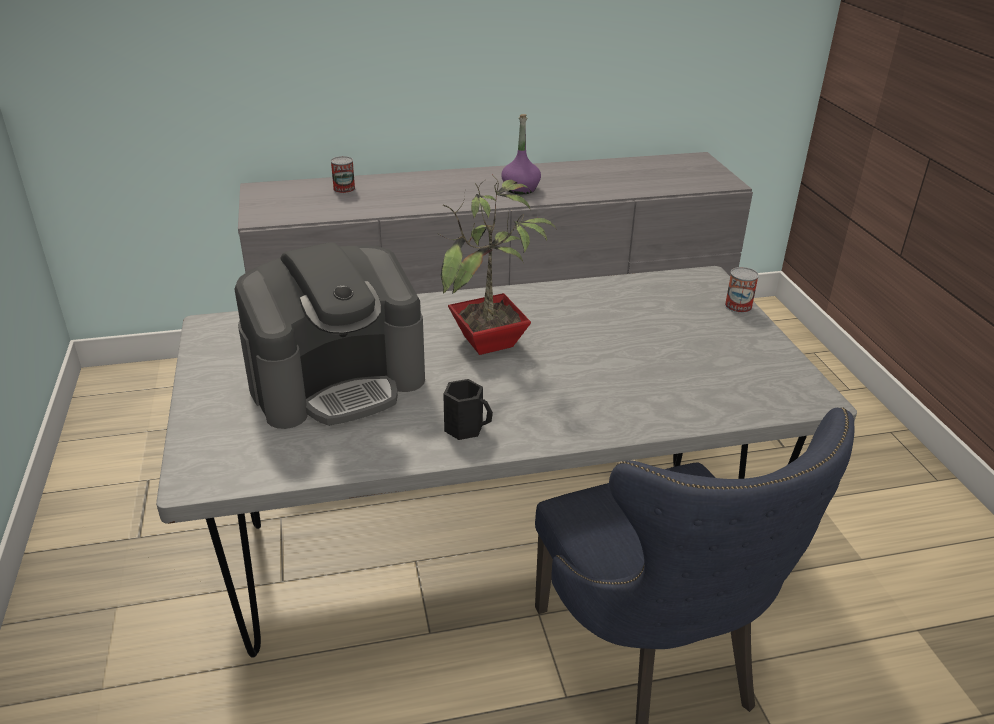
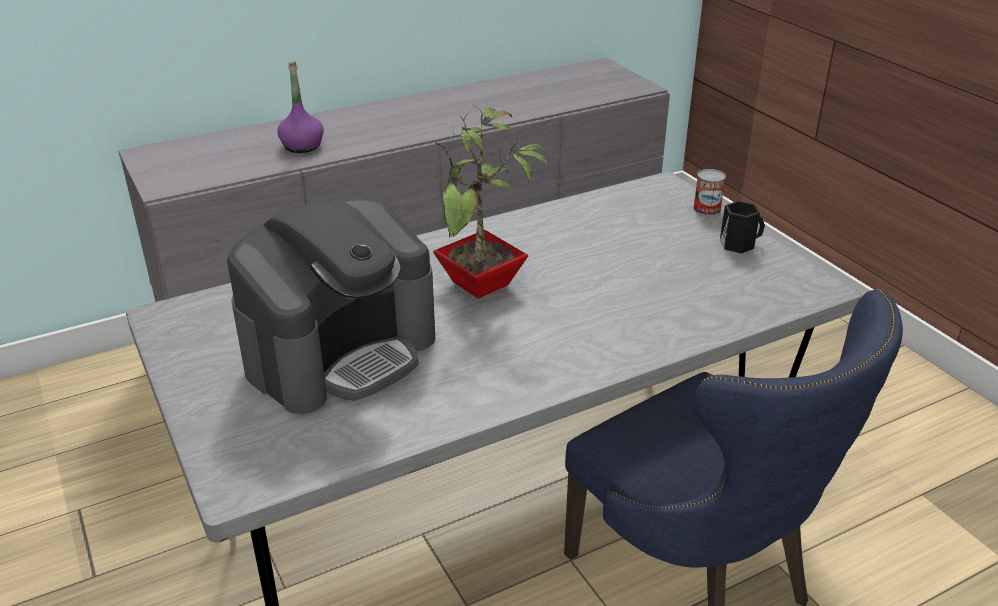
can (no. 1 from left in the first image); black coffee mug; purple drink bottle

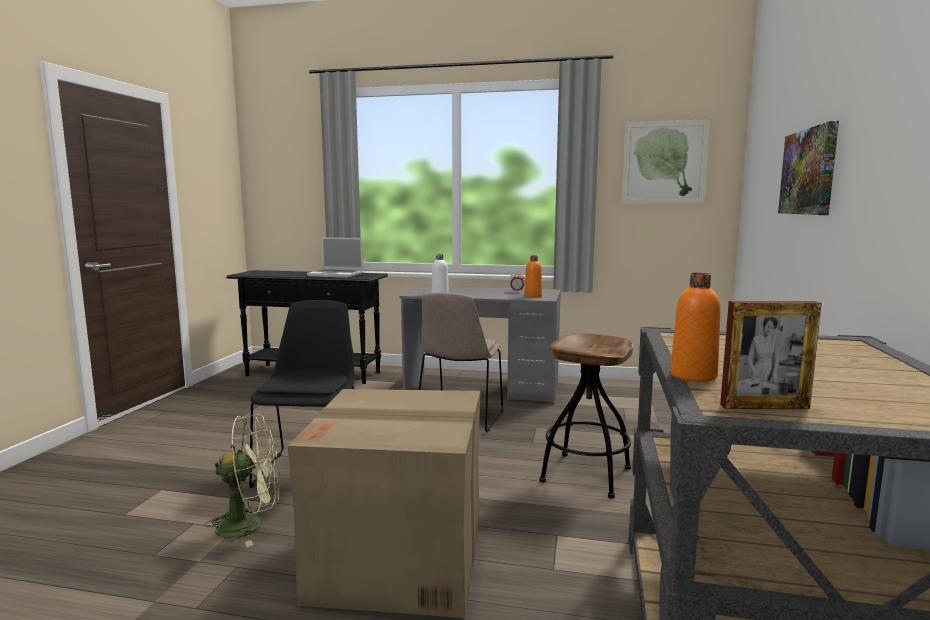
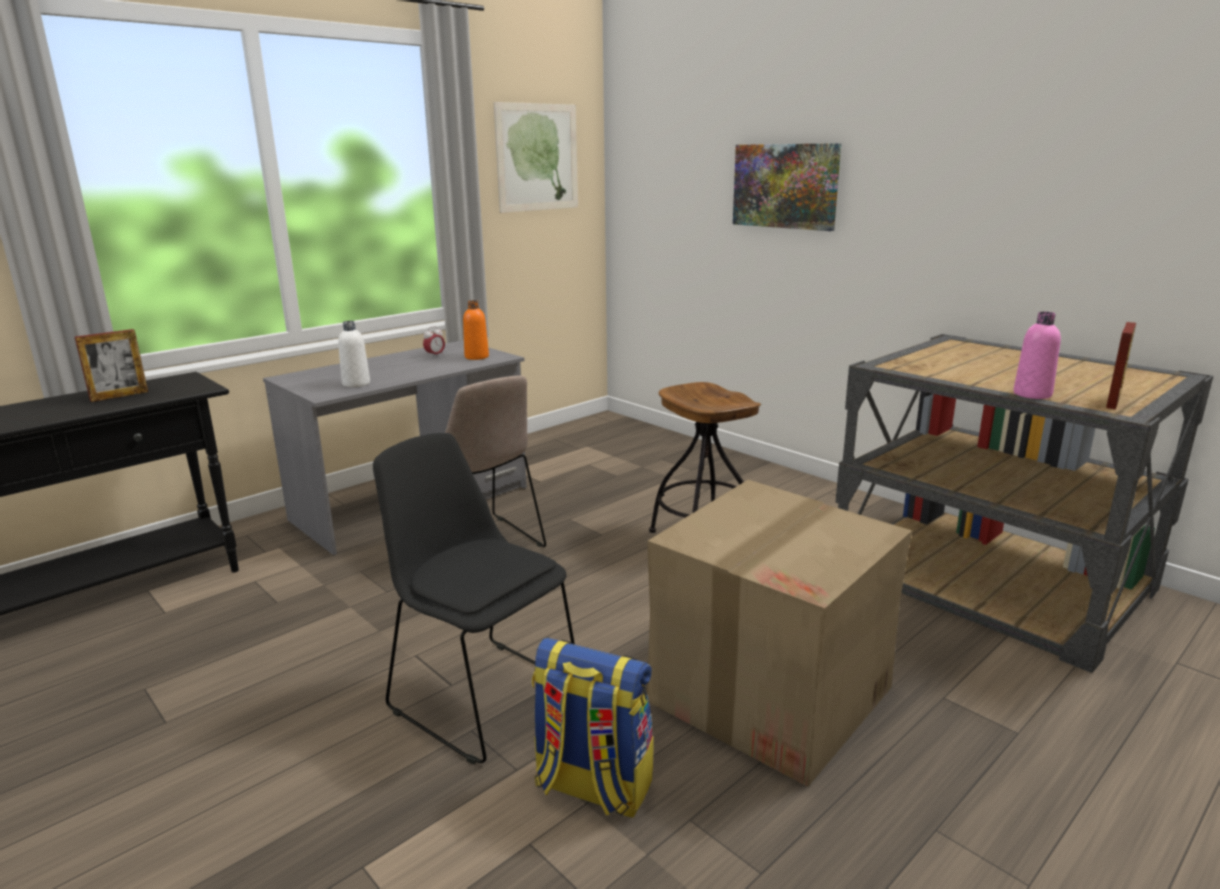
backpack; standing frame (no. 1 from left); pink drink bottle

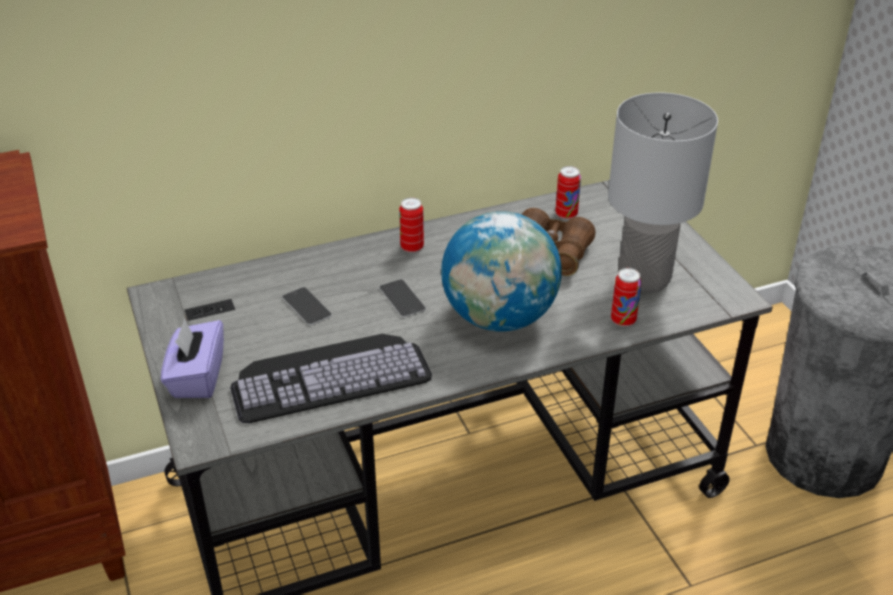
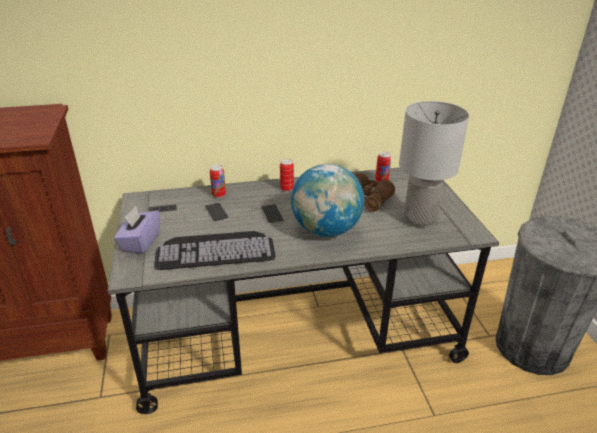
can (no. 1 from left)

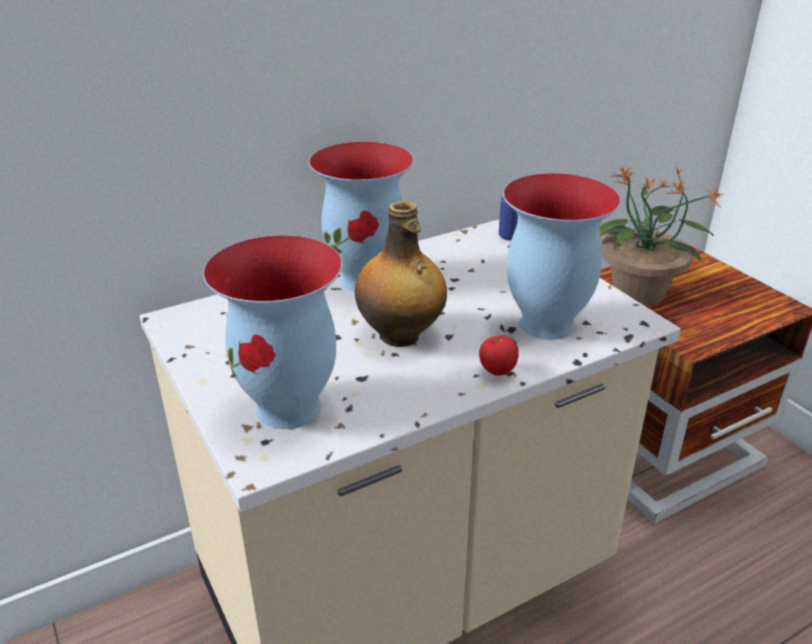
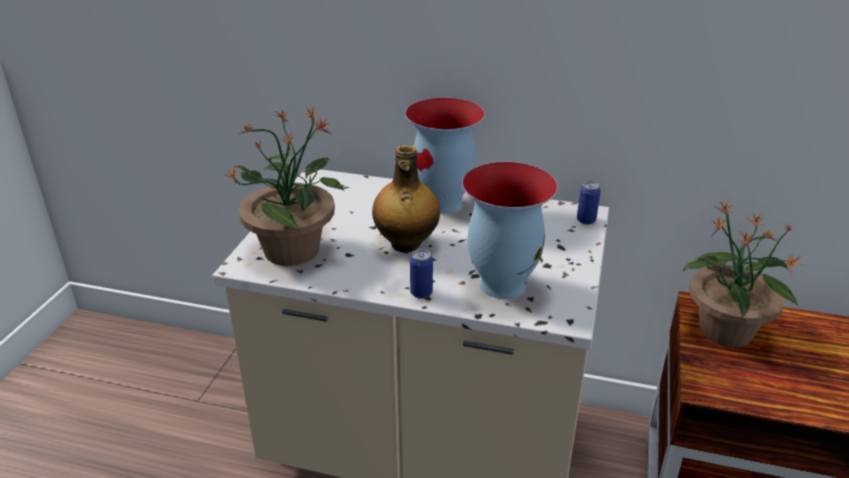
houseplant (no. 1 from left); can (no. 1 from left)

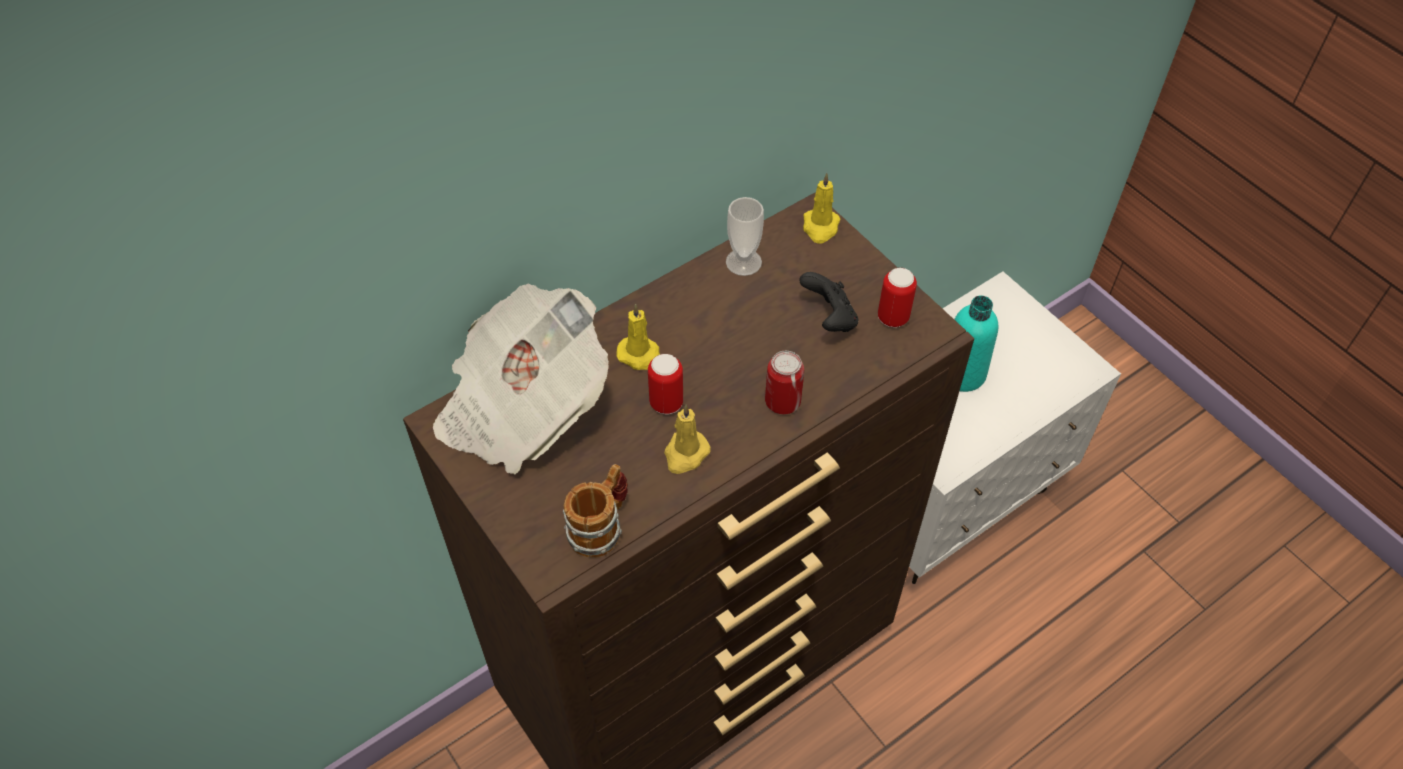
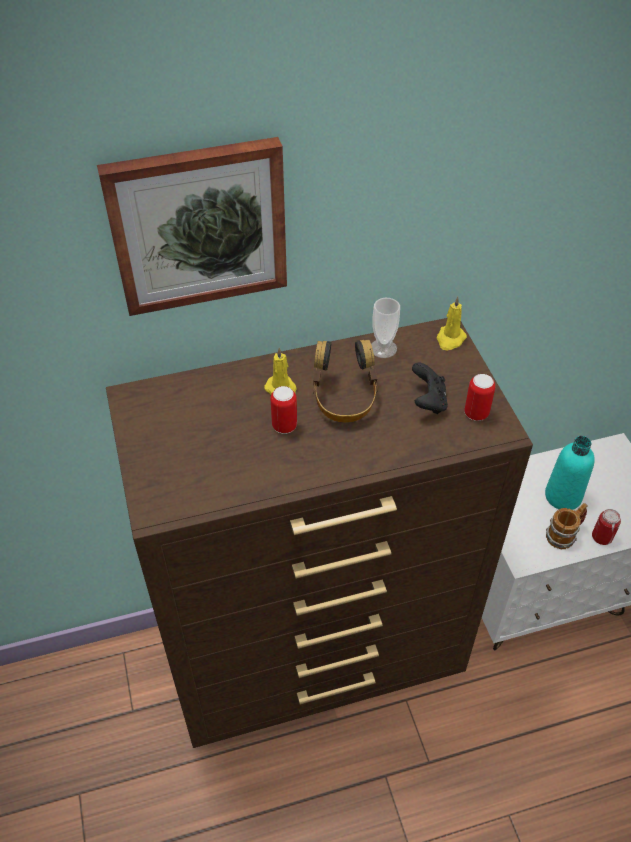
newspaper; coffee mug; yellow-coloured wax light (no. 2 from left in the first image); can (no. 3 from left); picture; headphones

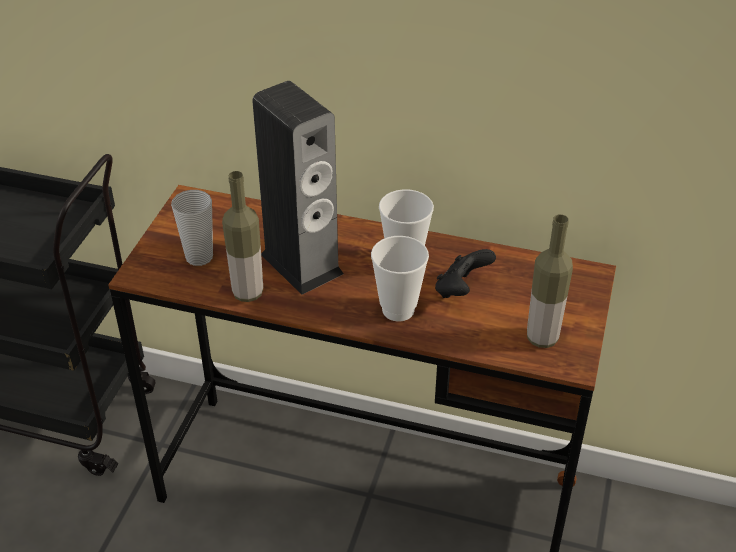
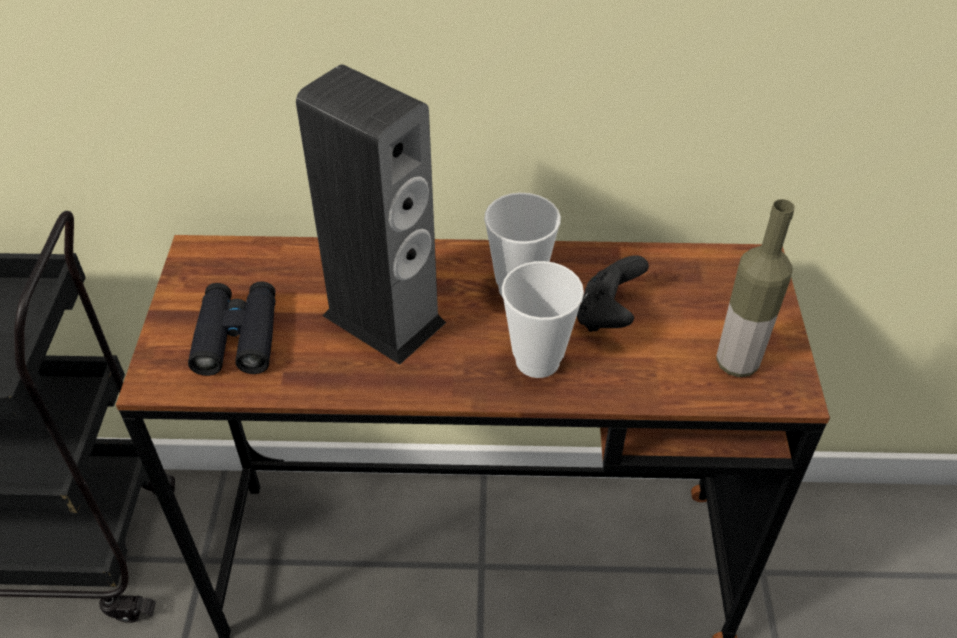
black pair of binoculars; drink bottle (no. 1 from left in the first image)

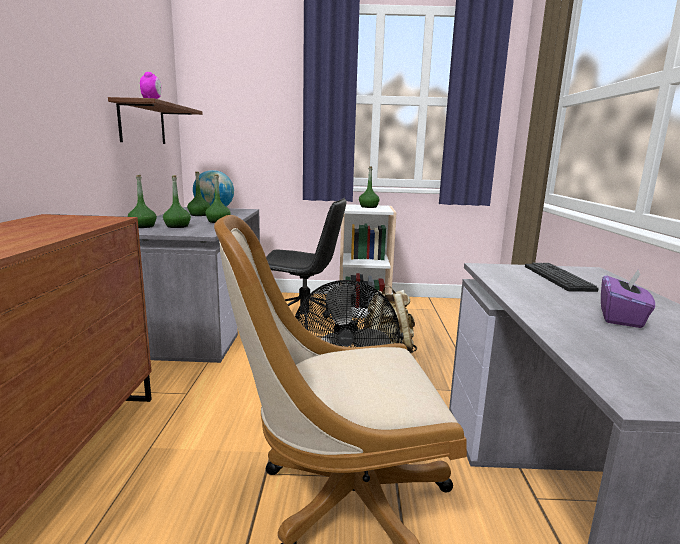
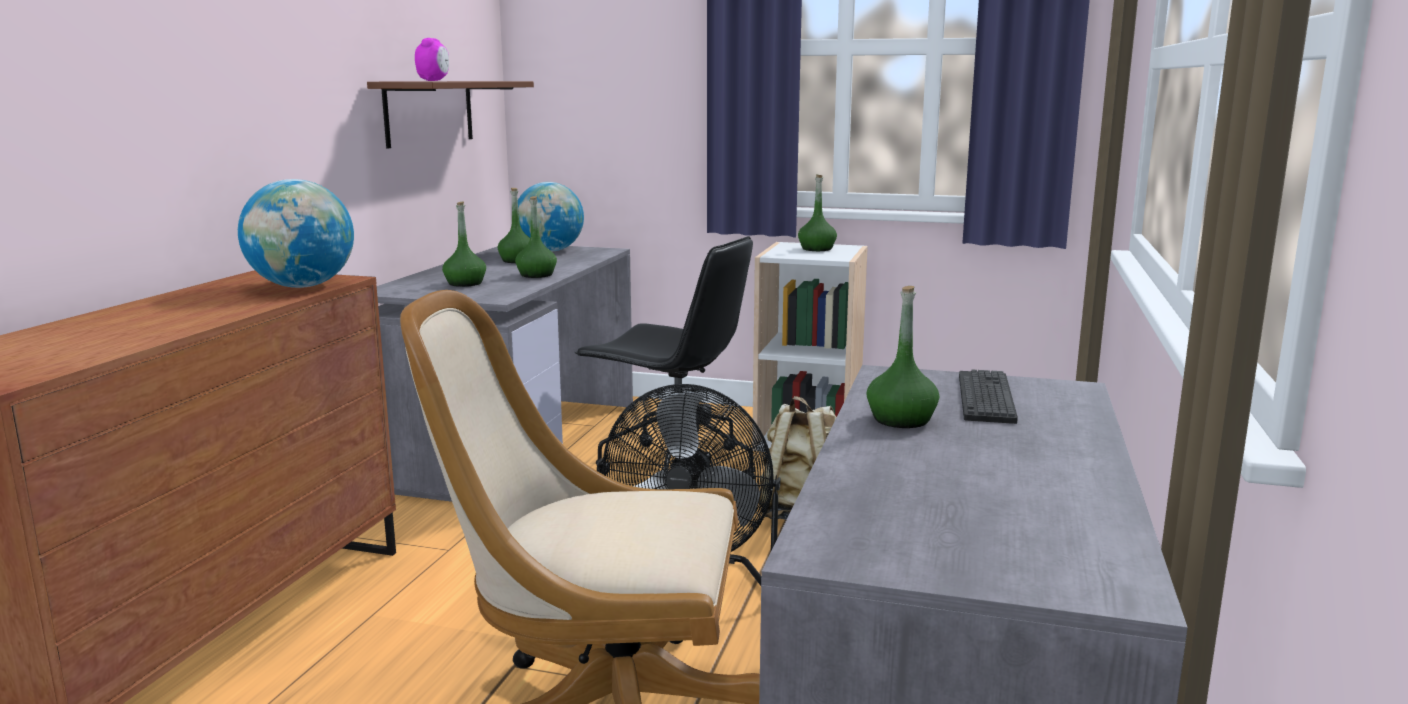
green-coloured drink bottle (no. 5 from left); purple tissue holder; globe (no. 1 from left)

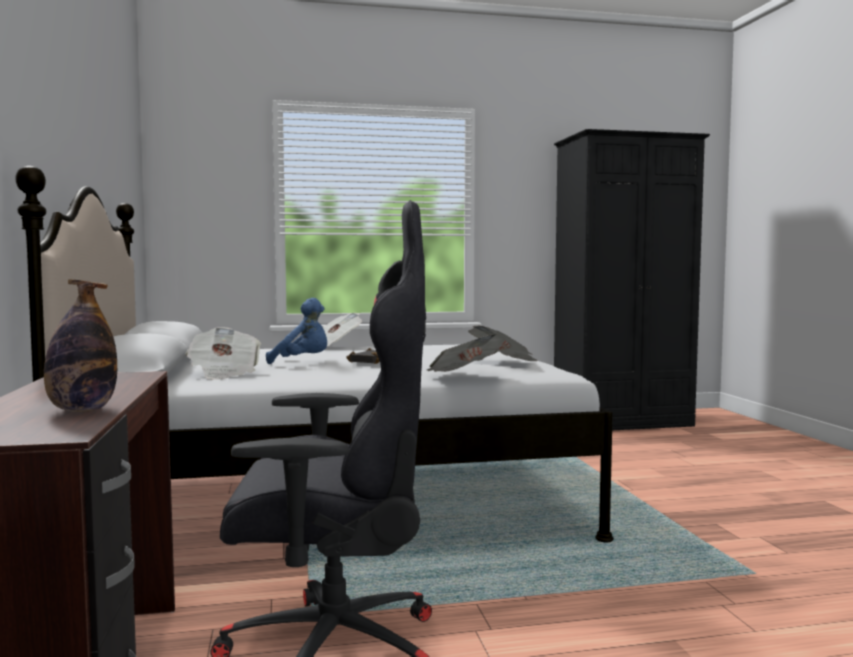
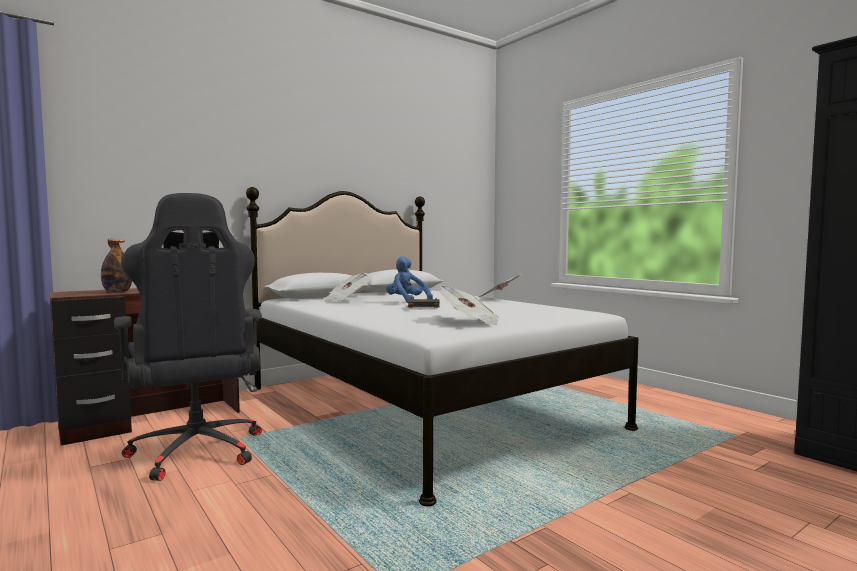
blue-coloured cuddly toy; newspaper (no. 3 from left in the first image)

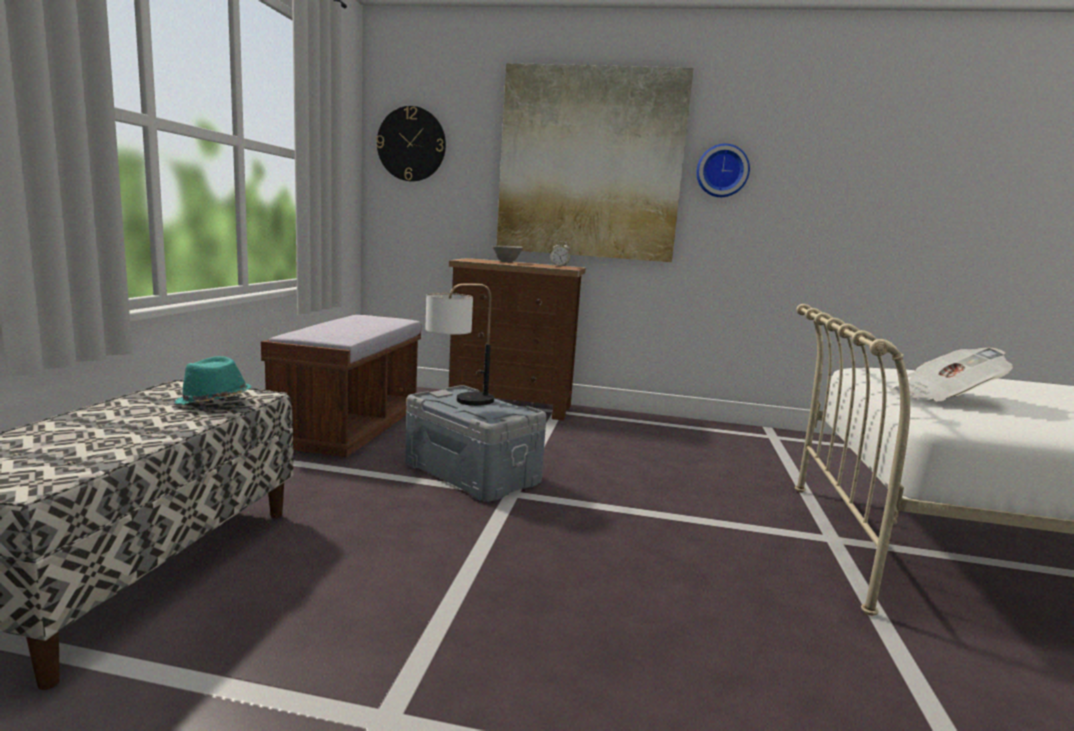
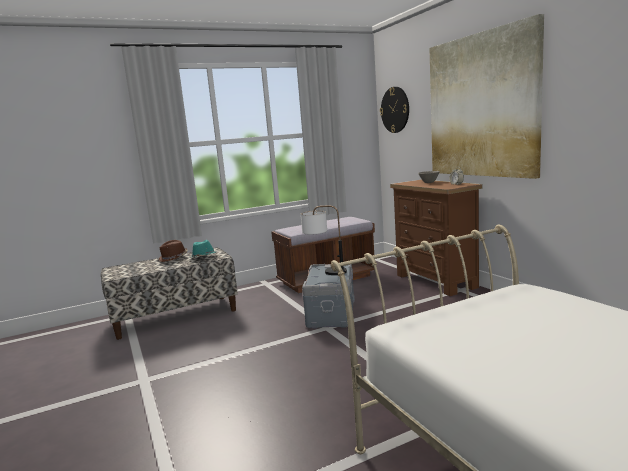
wall clock (no. 2 from left in the first image); newspaper; brown clothing hat

